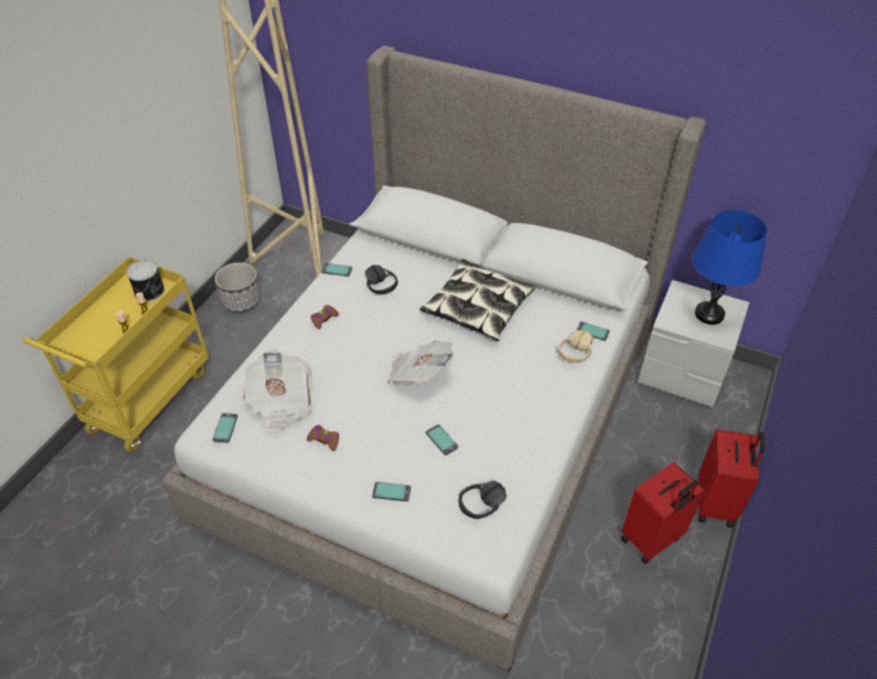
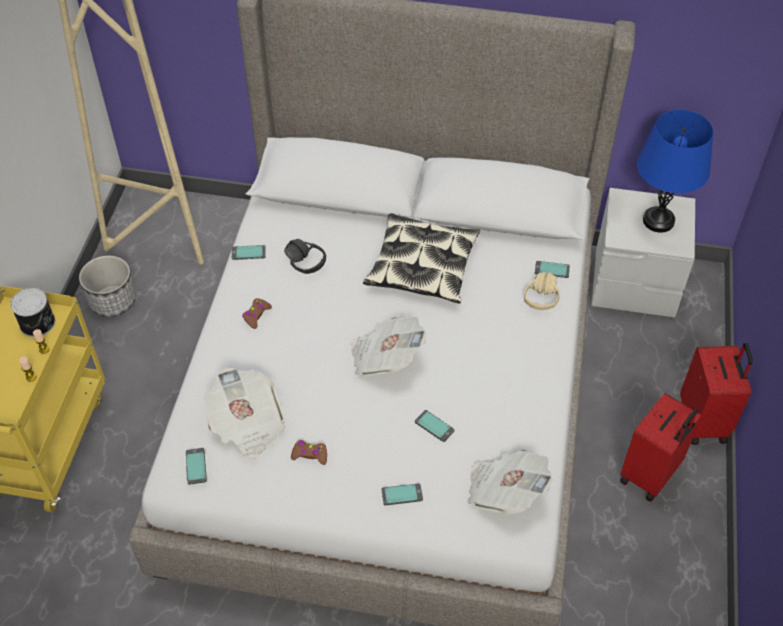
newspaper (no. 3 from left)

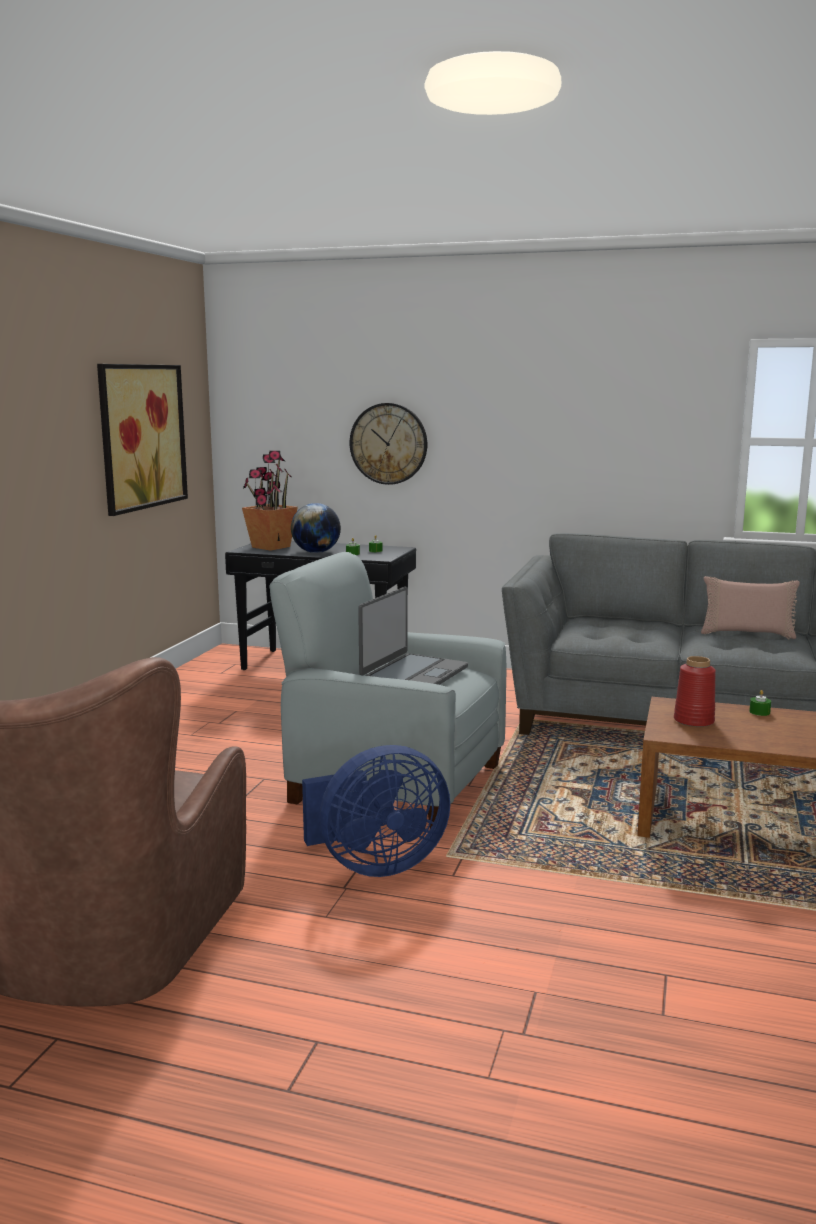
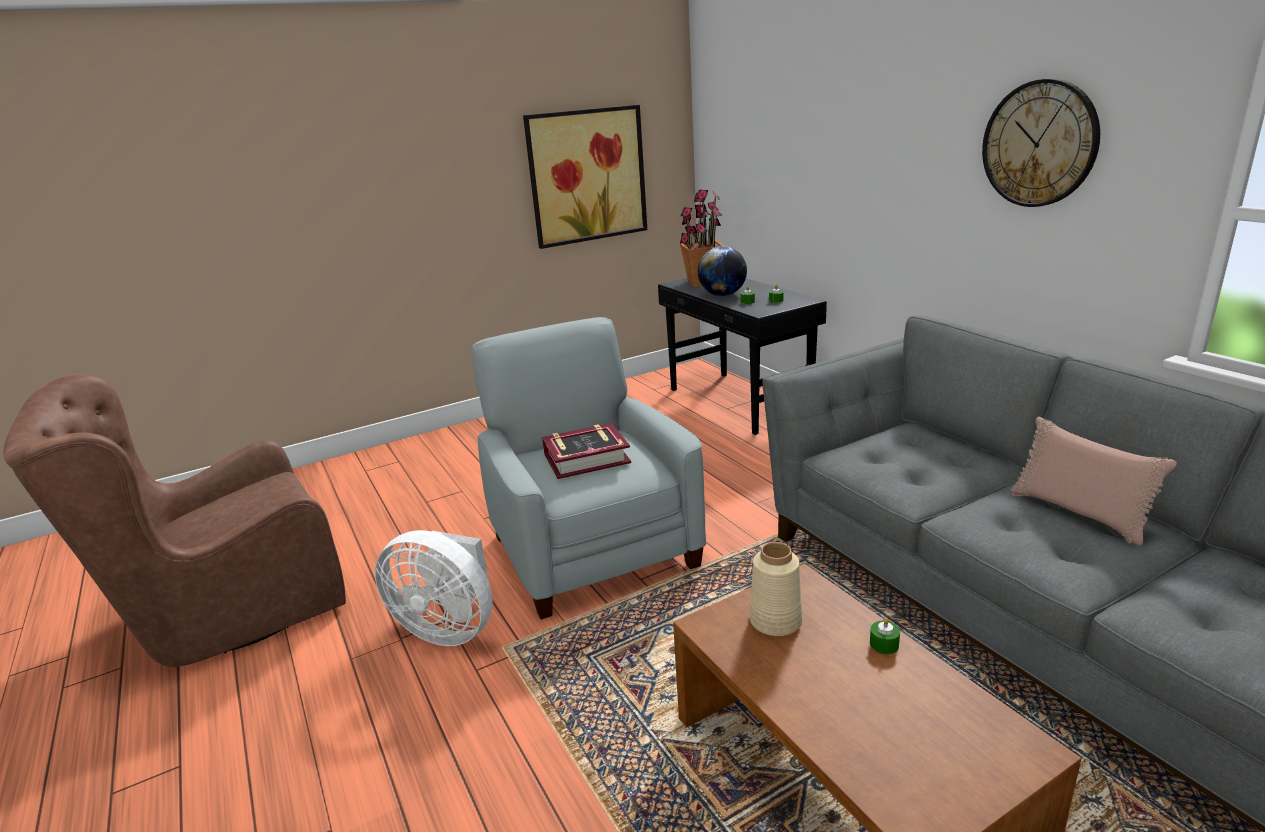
whitish electric fan; wall clock; volume; sand-coloured decorative vase

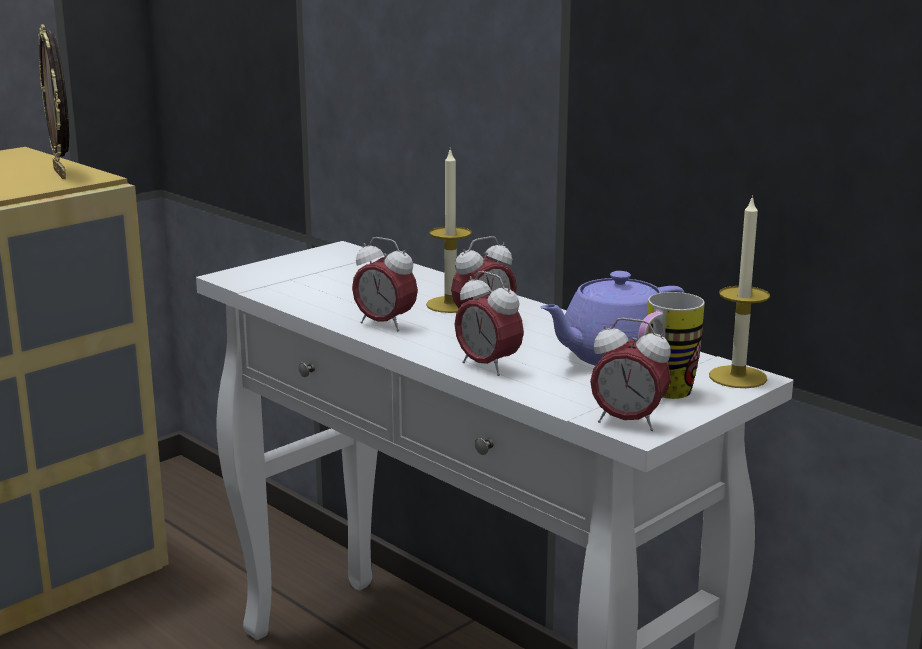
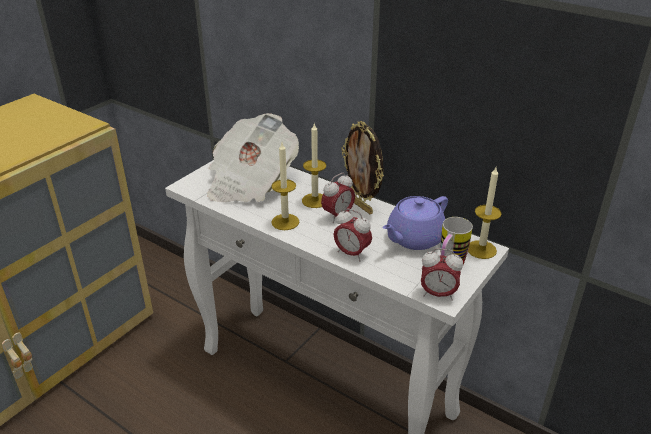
standing frame; wax light (no. 1 from left); newspaper

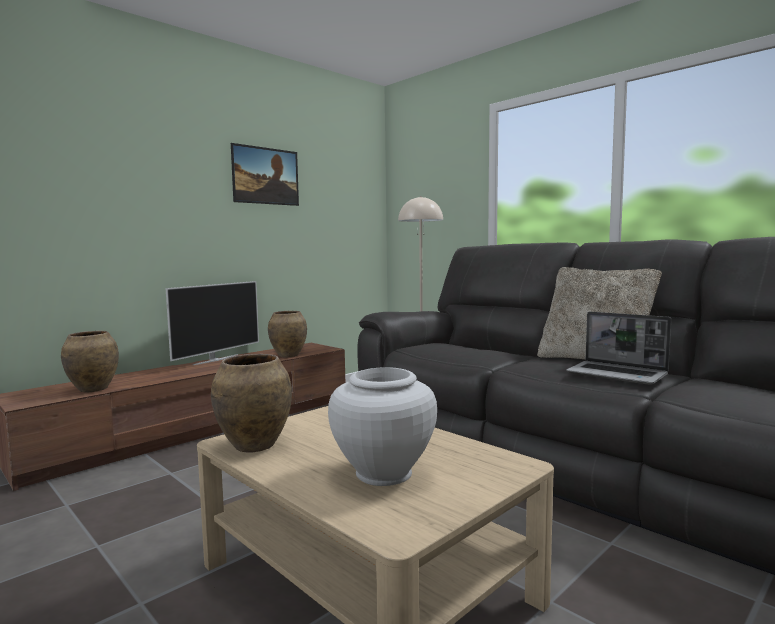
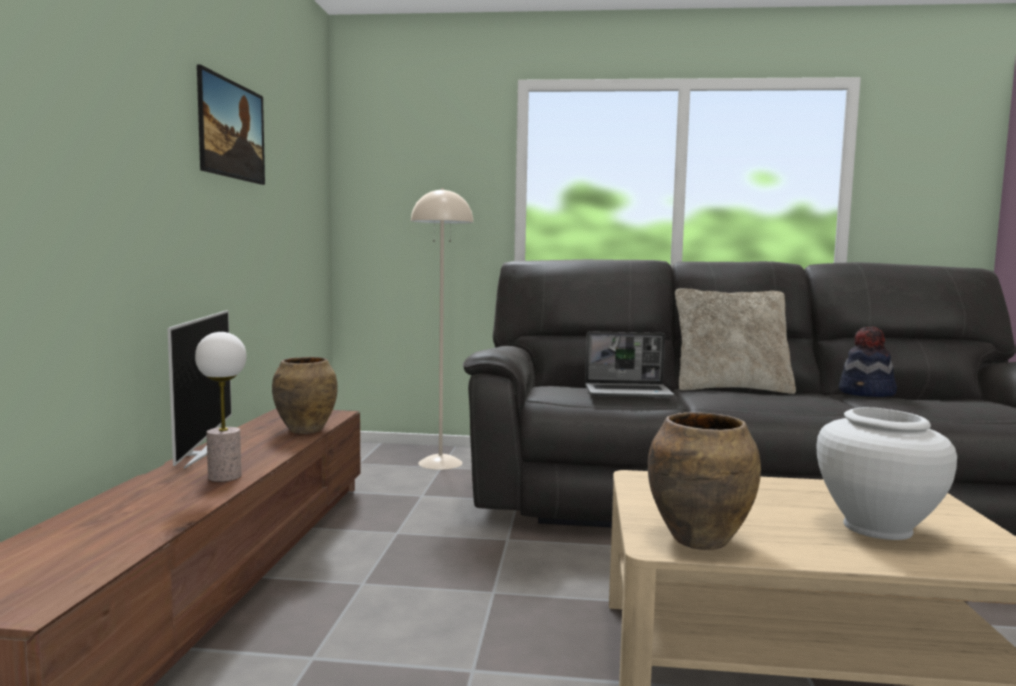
brown decorative vase (no. 1 from left in the first image); notebook computer; tabletop lamp; clothing hat

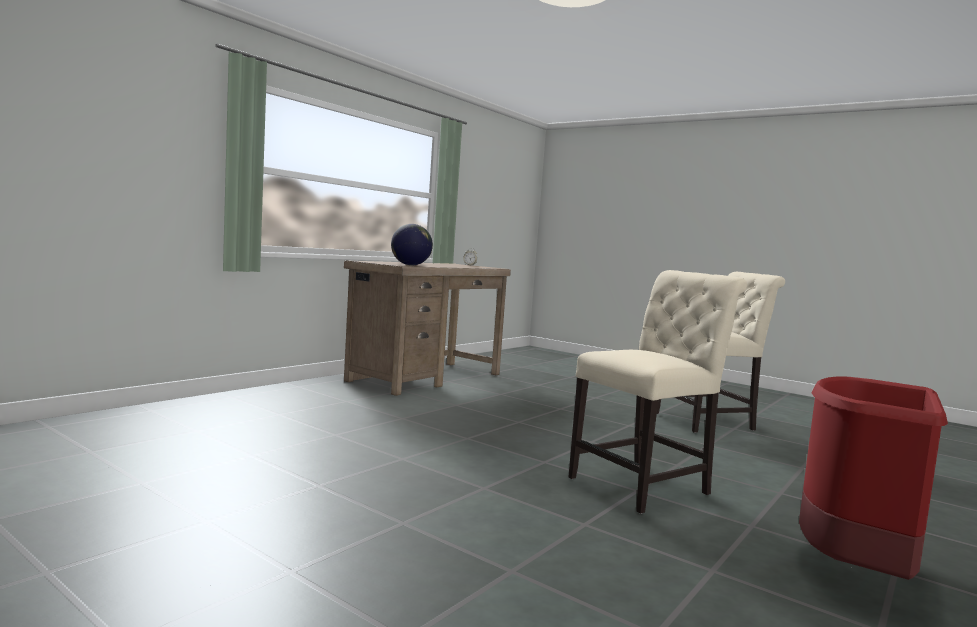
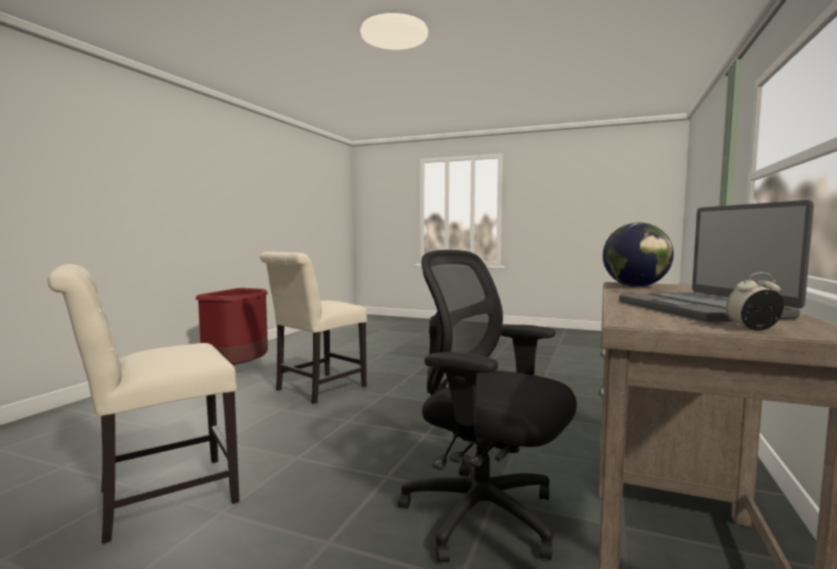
black computer chair; notebook computer

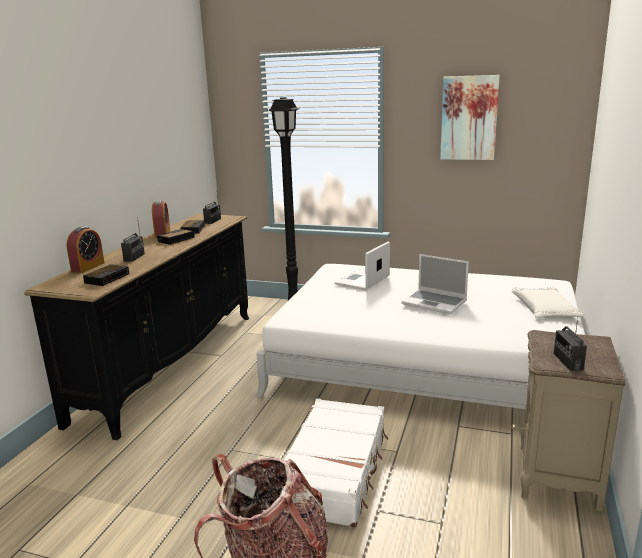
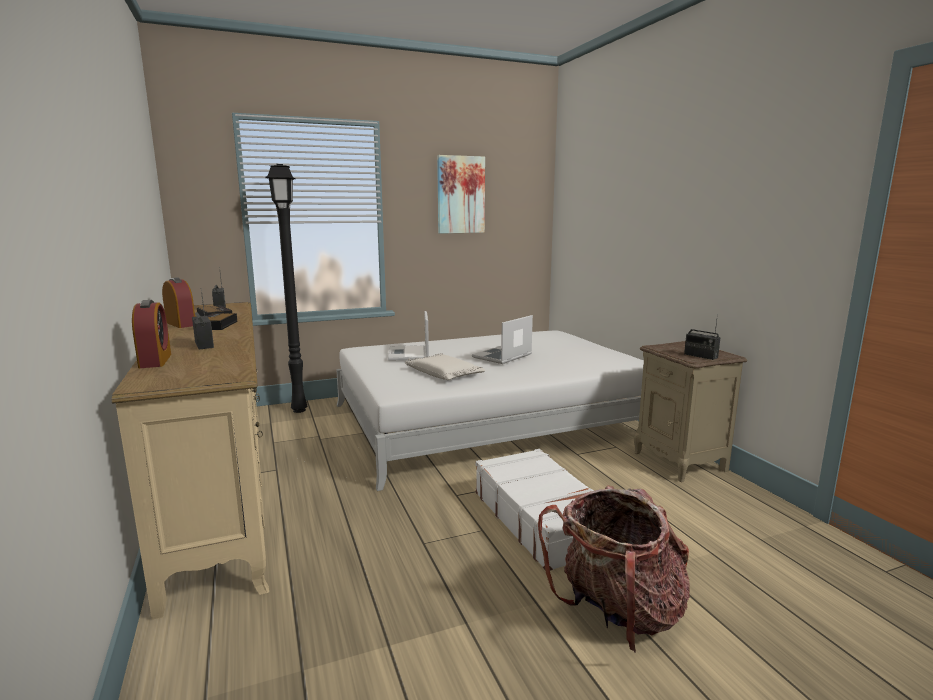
sand-coloured drawer chest; alarm clock (no. 2 from left in the first image); notebook computer (no. 2 from left); whitish throw pillow

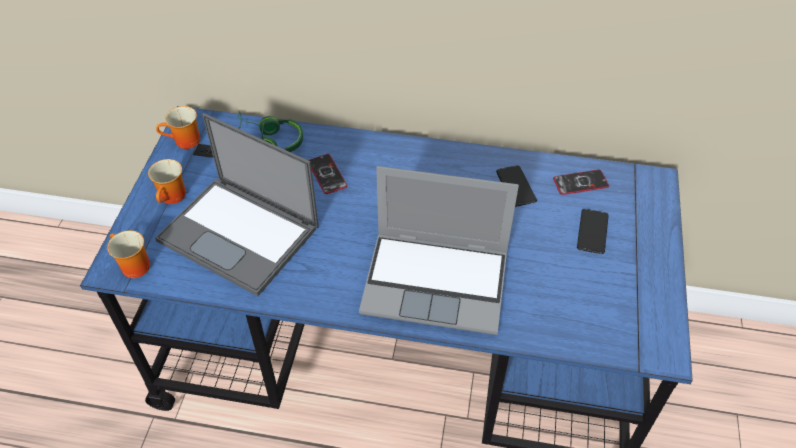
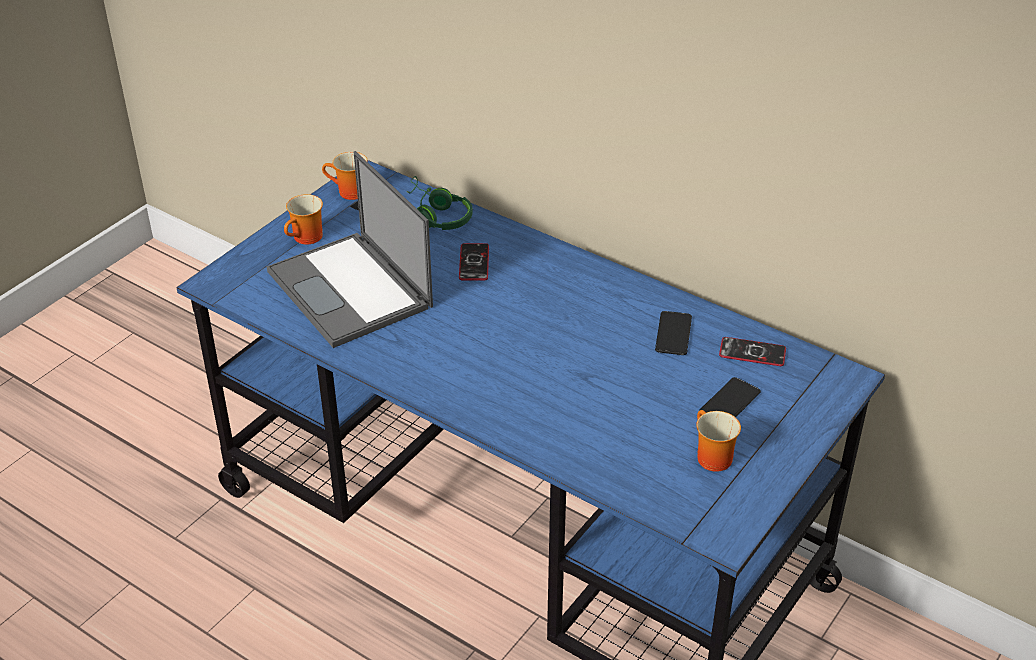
coffee mug (no. 3 from left); notebook computer (no. 2 from left in the first image)

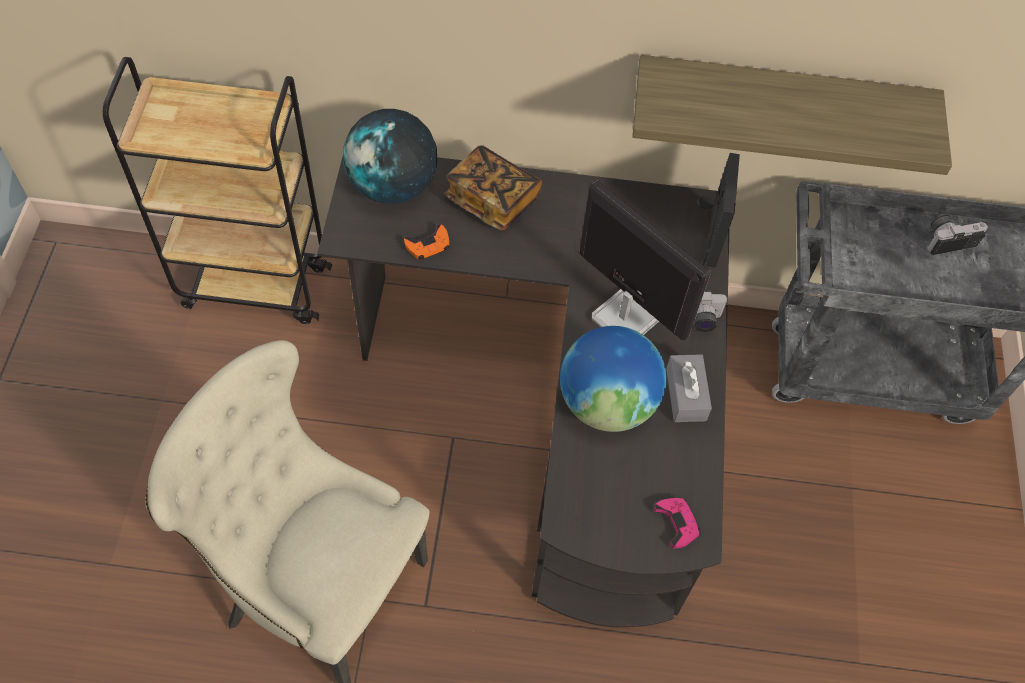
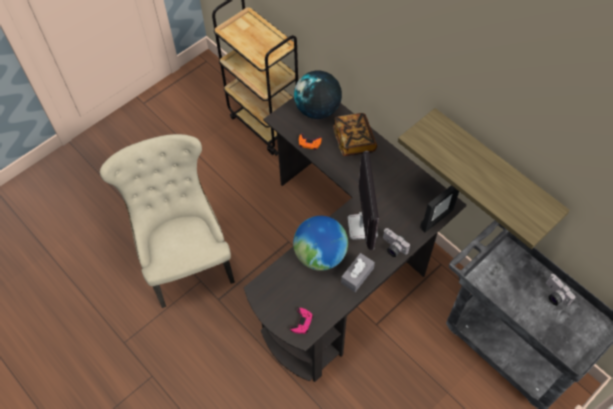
still camera (no. 2 from left)

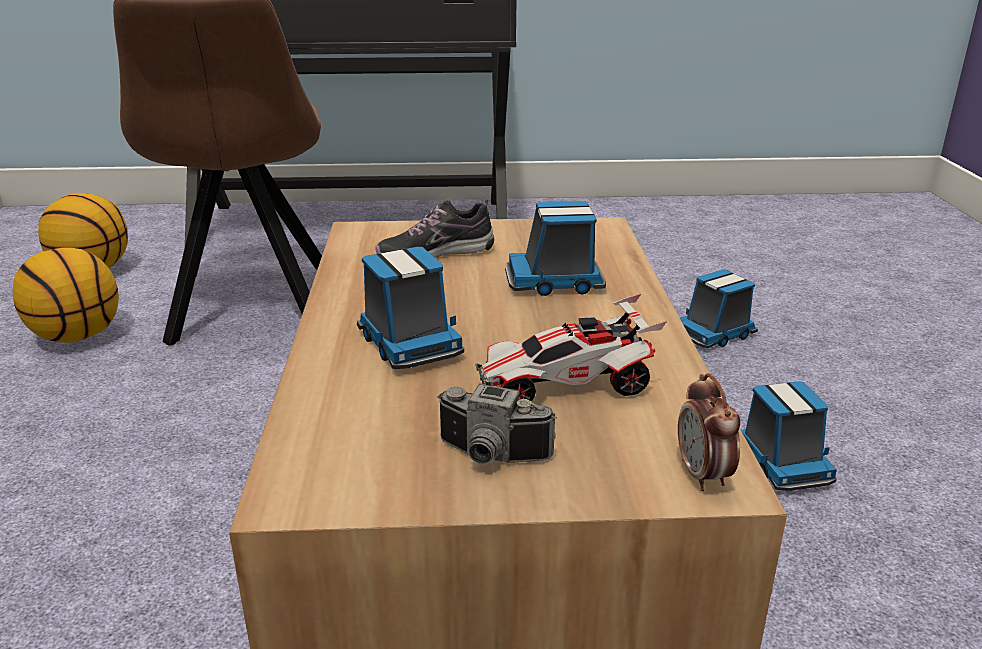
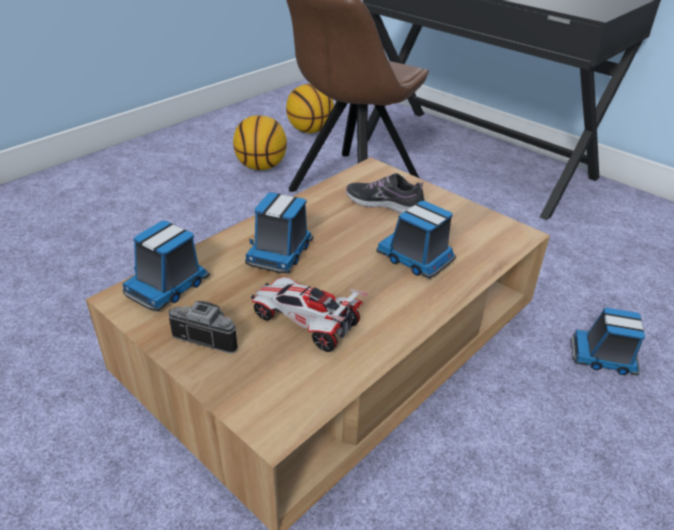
still camera; alarm clock; model truck (no. 1 from left)

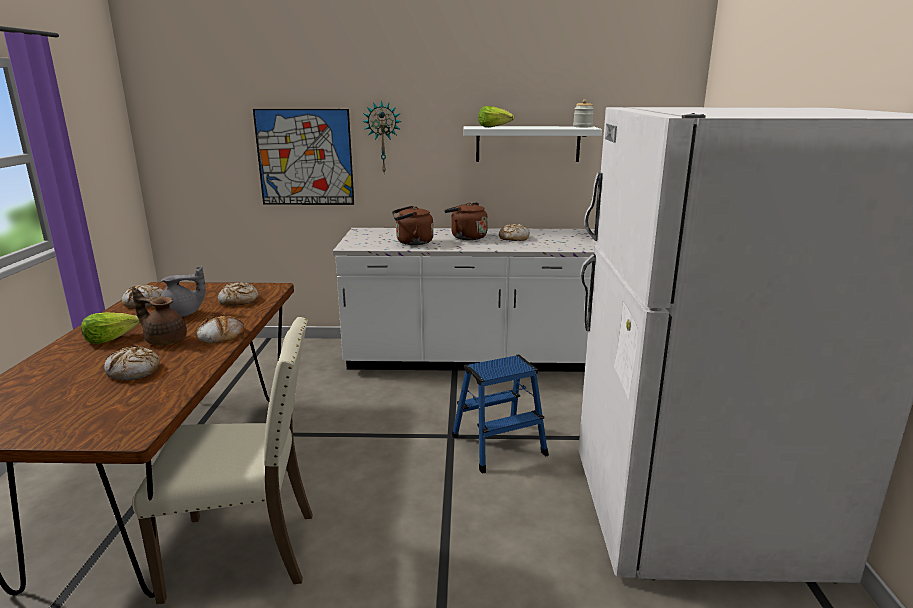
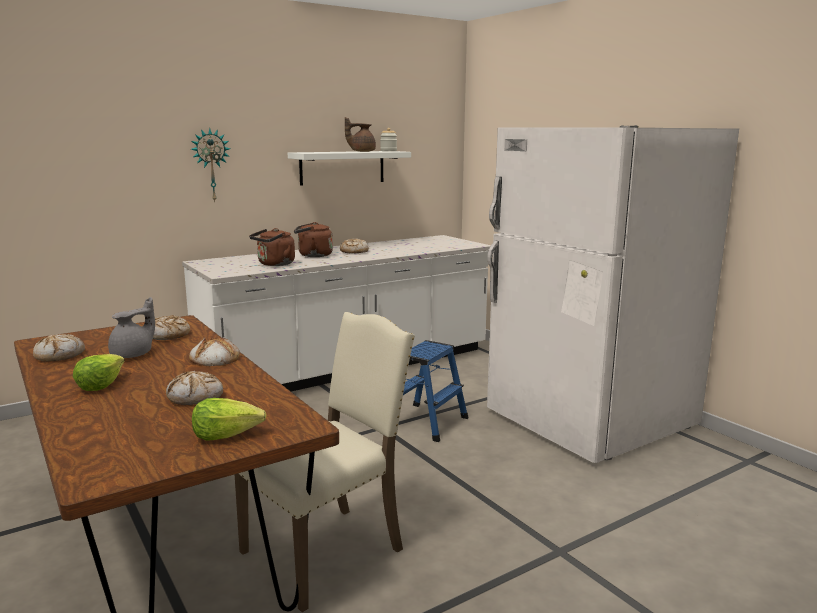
brown pot for tea; picture; lettuce head (no. 2 from left)

